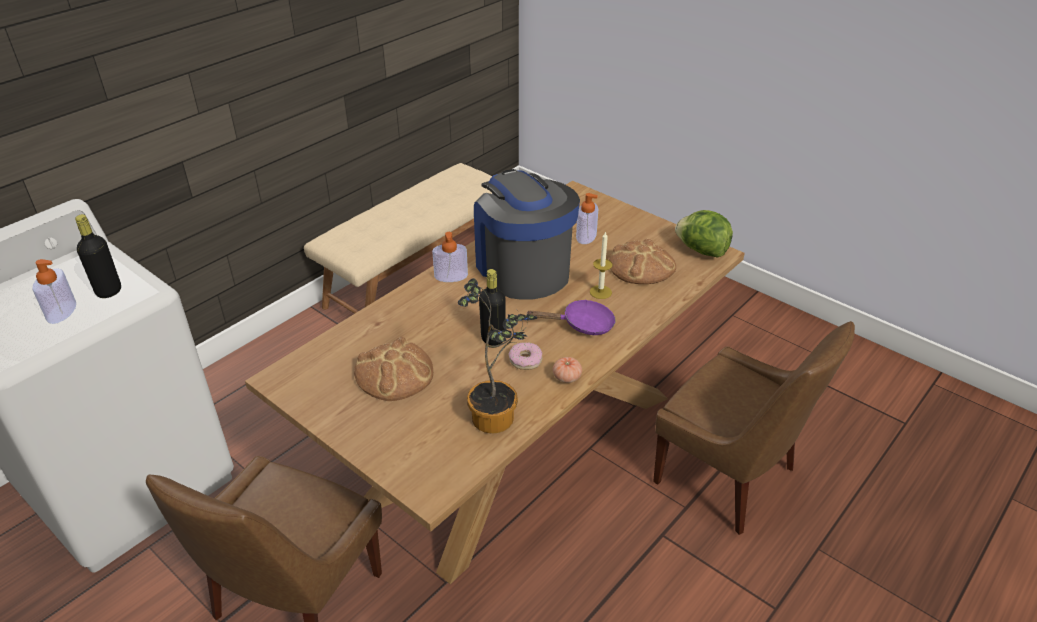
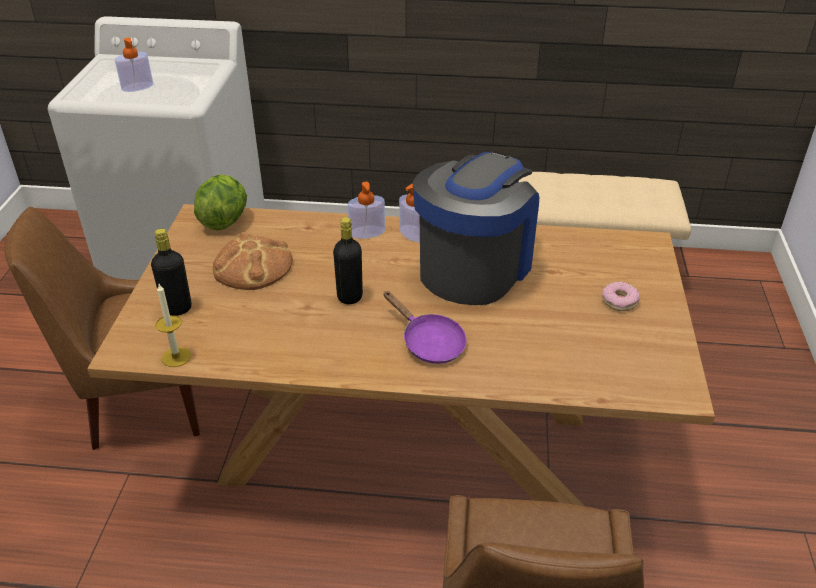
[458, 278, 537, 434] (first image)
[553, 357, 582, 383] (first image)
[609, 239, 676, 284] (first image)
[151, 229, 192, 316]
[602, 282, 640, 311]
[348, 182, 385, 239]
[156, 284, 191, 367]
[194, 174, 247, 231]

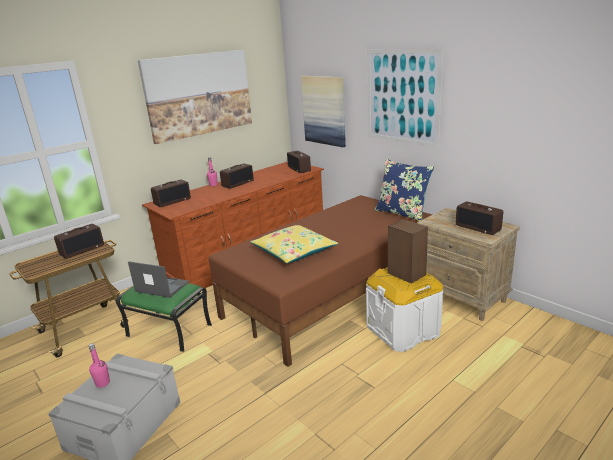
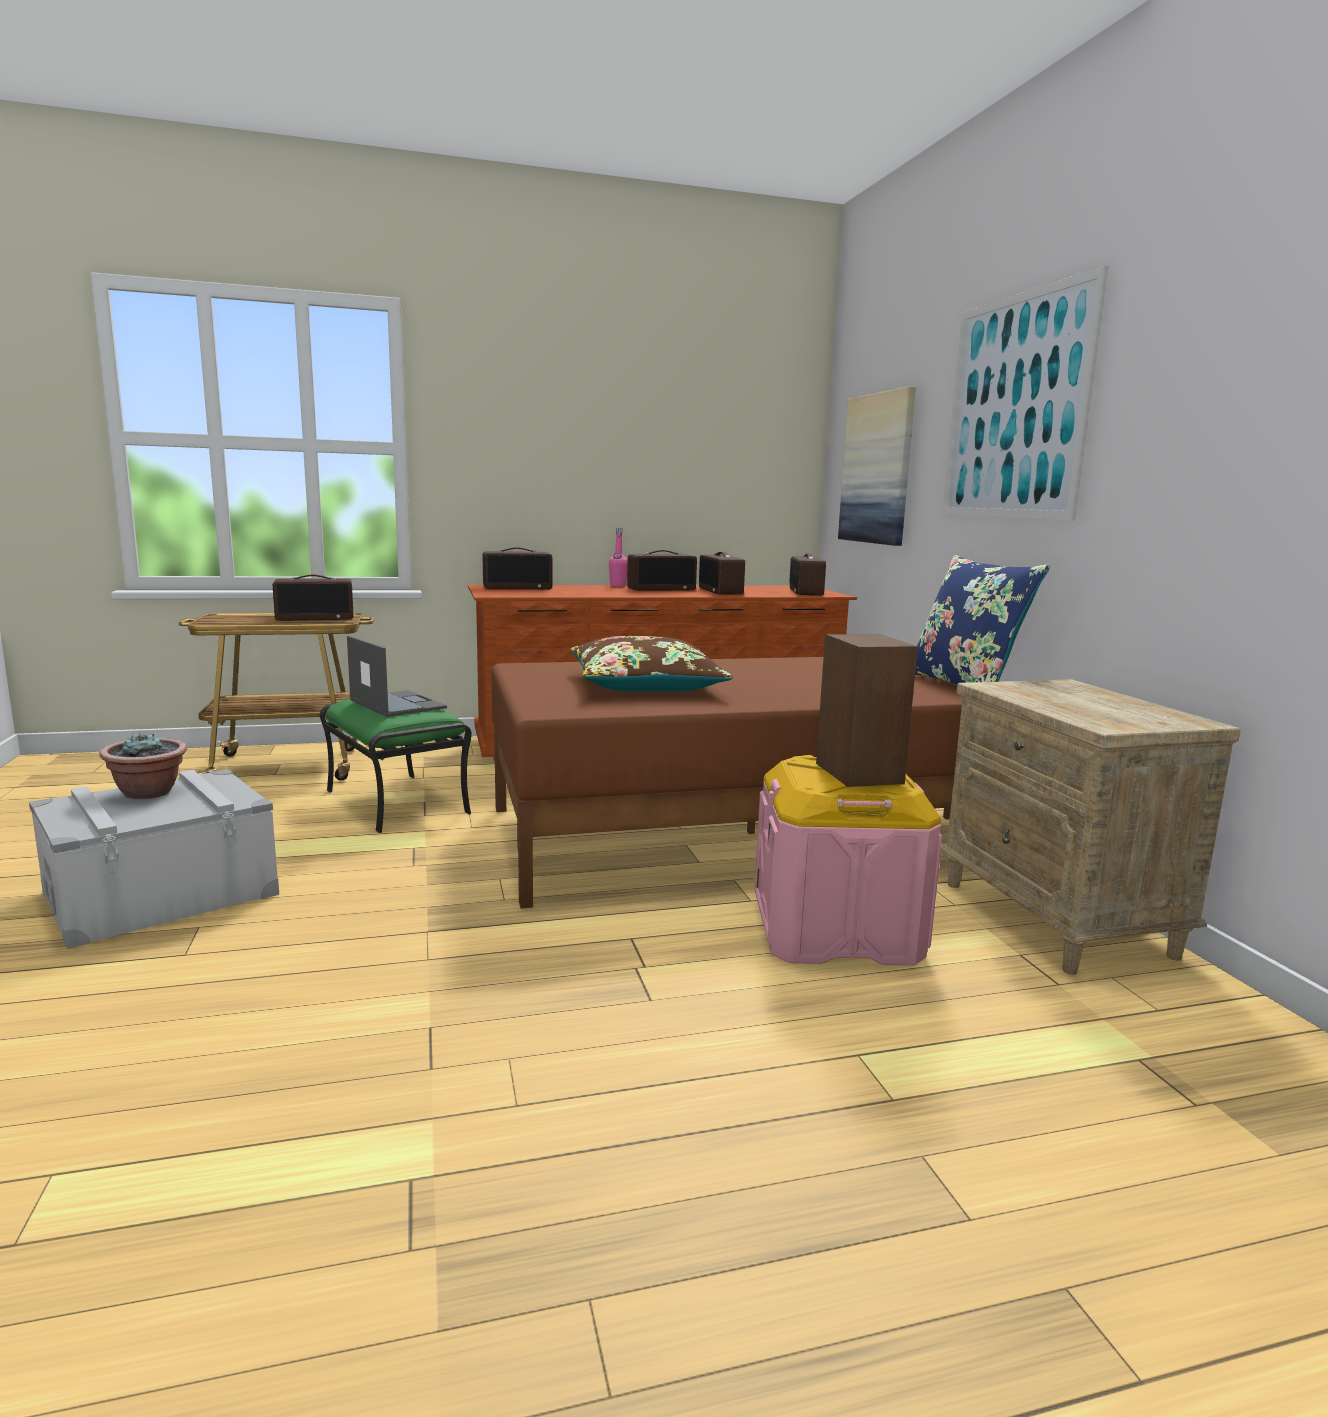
[138, 50, 252, 144] (first image)
[699, 552, 745, 594]
[99, 733, 187, 799]
[571, 636, 733, 692]
[754, 755, 942, 965]

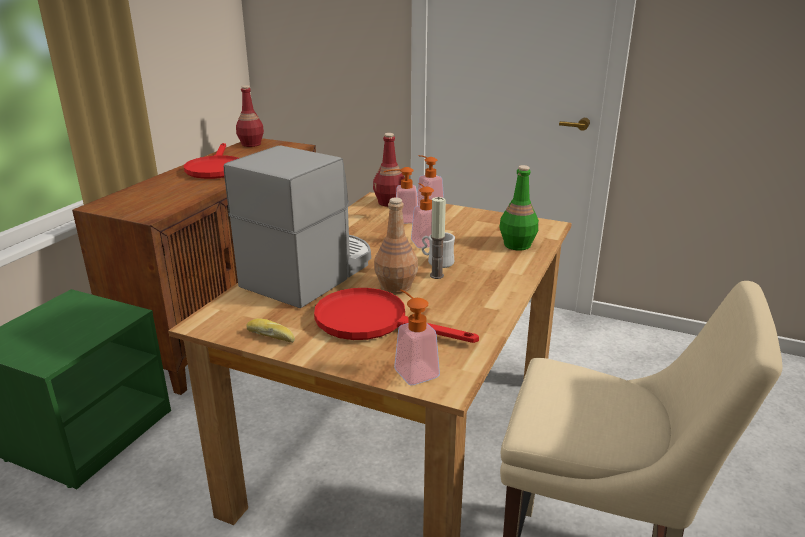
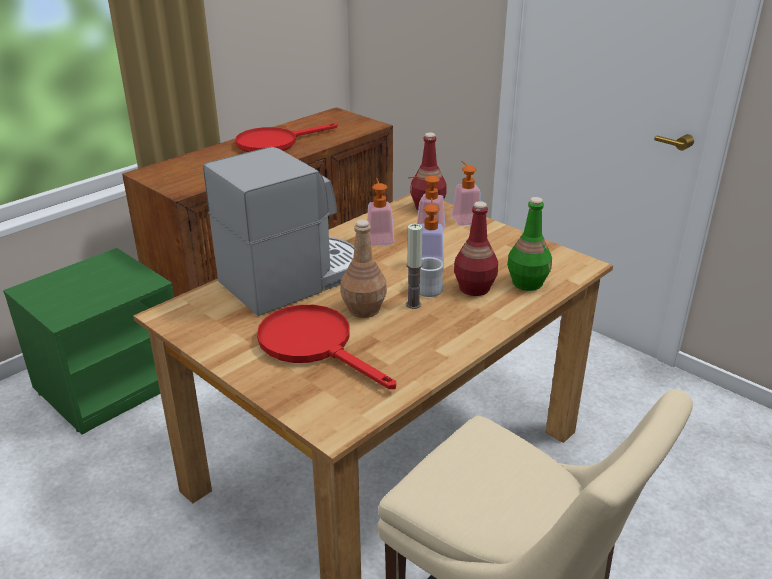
[247, 318, 295, 343] (first image)
[454, 201, 498, 296]
[367, 178, 394, 246]
[235, 123, 338, 152]

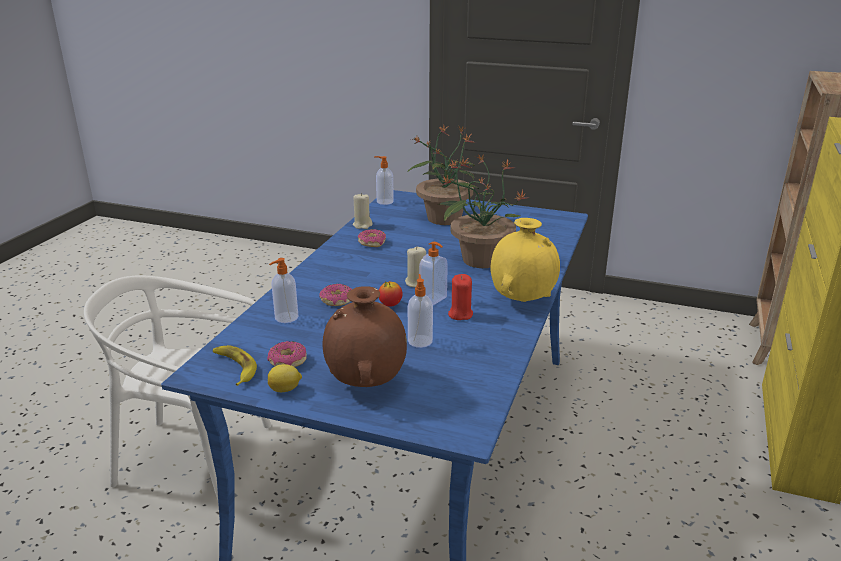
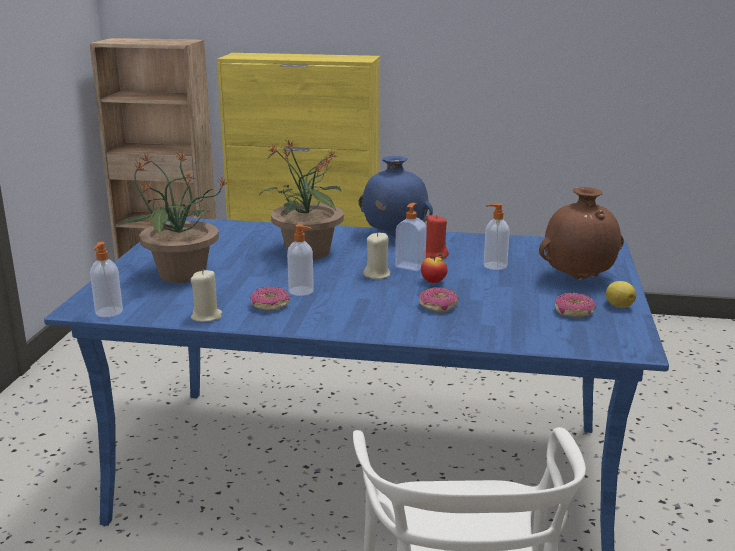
[213, 345, 257, 386] (first image)
[287, 224, 314, 296]
[358, 156, 433, 236]

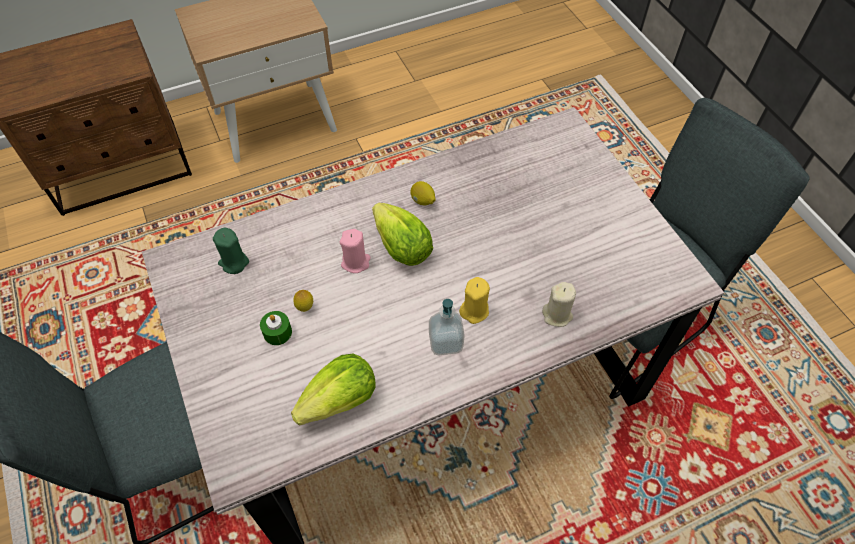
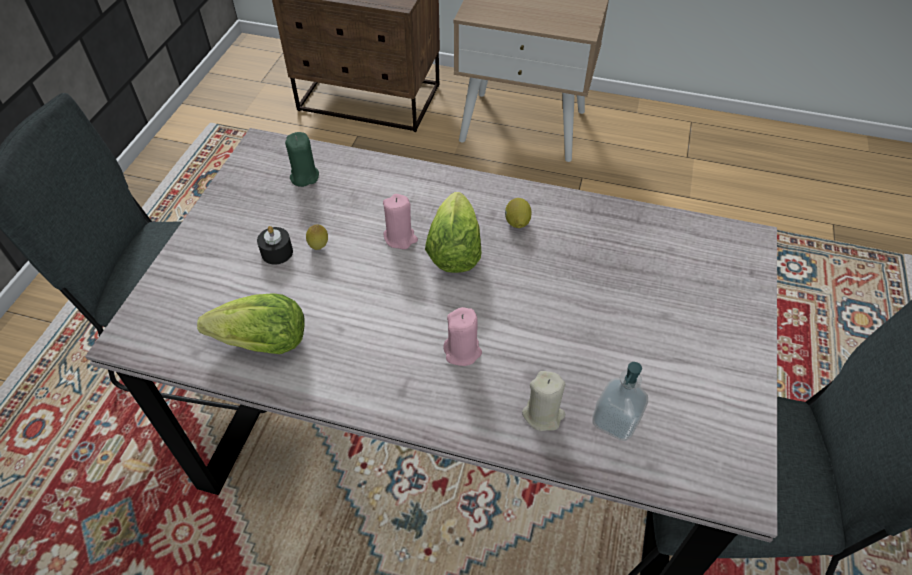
[592, 362, 648, 441]
[257, 226, 293, 265]
[444, 307, 482, 366]

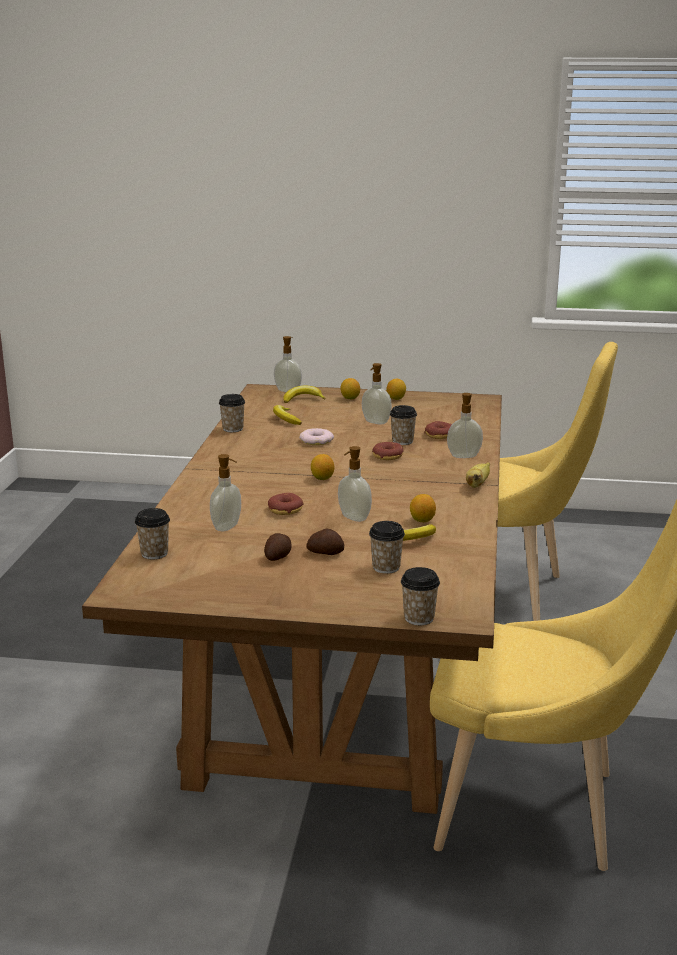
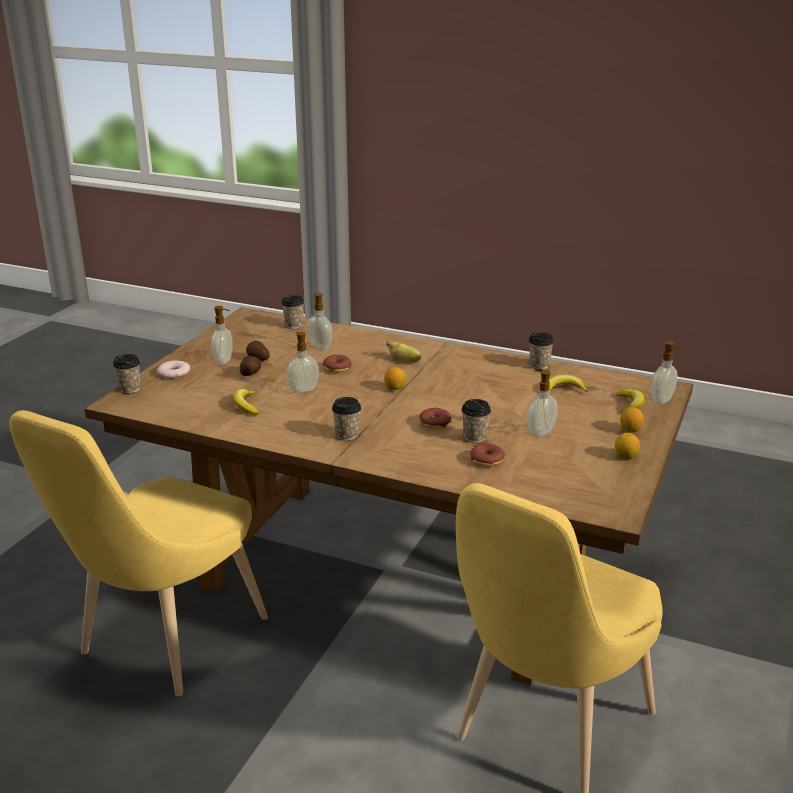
[410, 494, 436, 522] (first image)
[157, 361, 190, 379]
[332, 397, 361, 441]
[211, 306, 232, 365]
[386, 341, 422, 363]

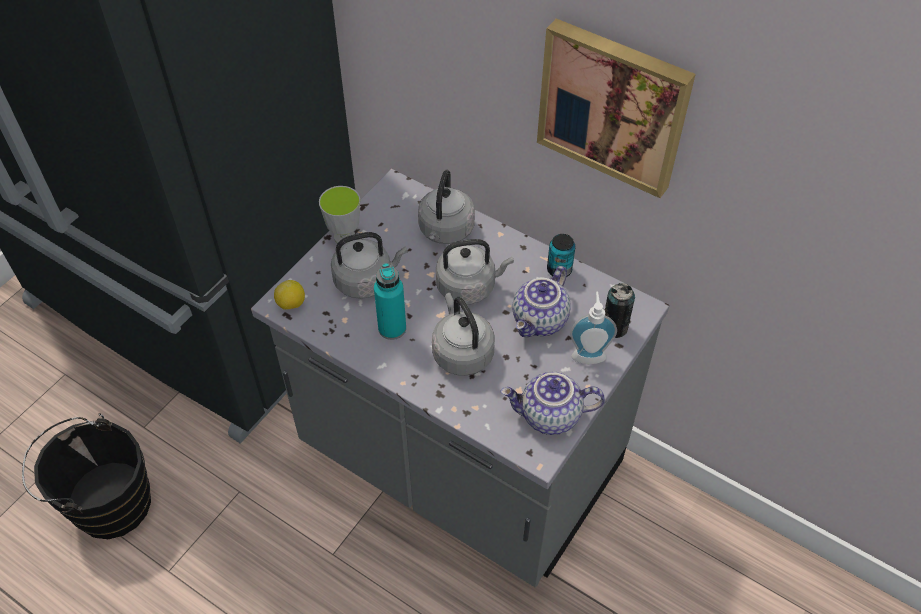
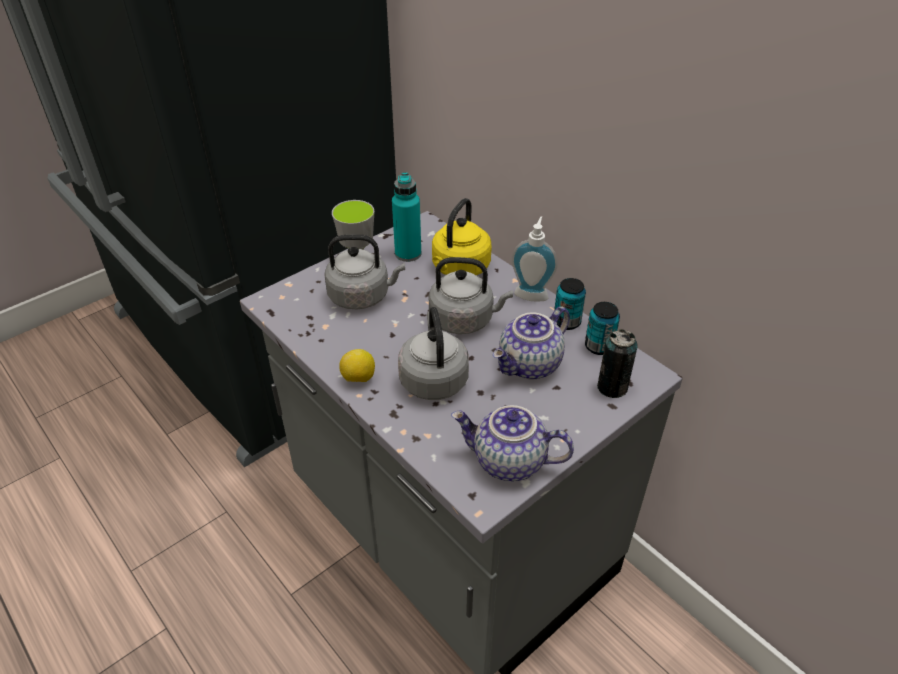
[22, 413, 151, 539] (first image)
[537, 19, 696, 198] (first image)
[585, 302, 620, 355]
[339, 349, 375, 382]
[392, 172, 421, 262]
[512, 216, 558, 302]
[432, 198, 492, 275]

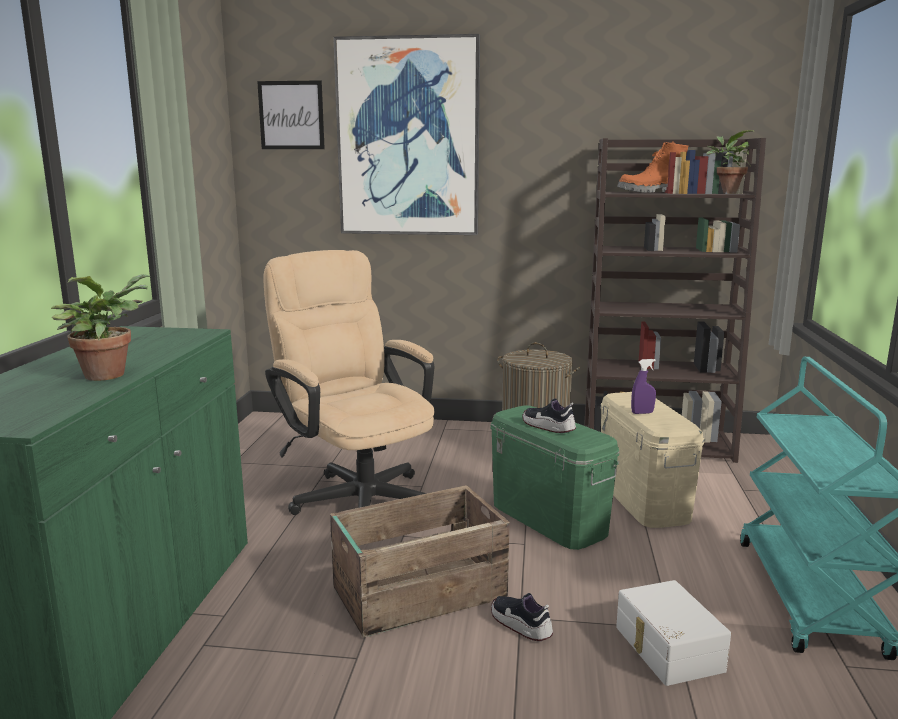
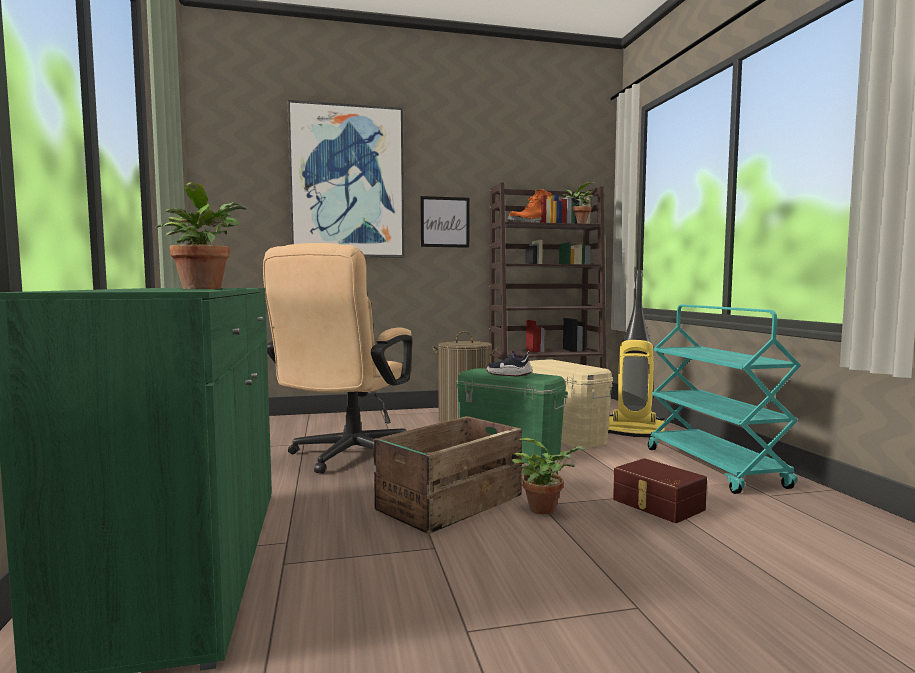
[631, 359, 656, 414] (first image)
[608, 270, 665, 437]
[421, 196, 470, 248]
[512, 438, 586, 514]
[613, 458, 707, 523]
[263, 243, 413, 474]

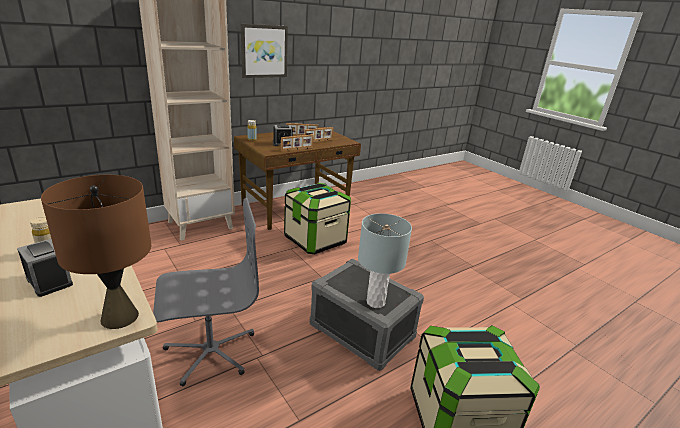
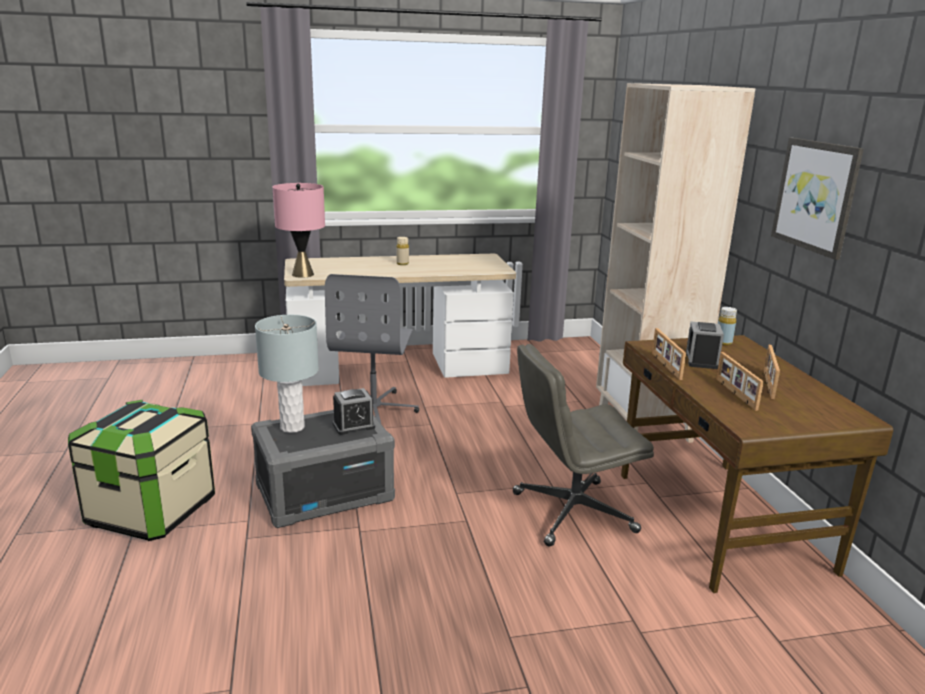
[333, 388, 375, 435]
[513, 344, 654, 547]
[273, 183, 325, 278]

